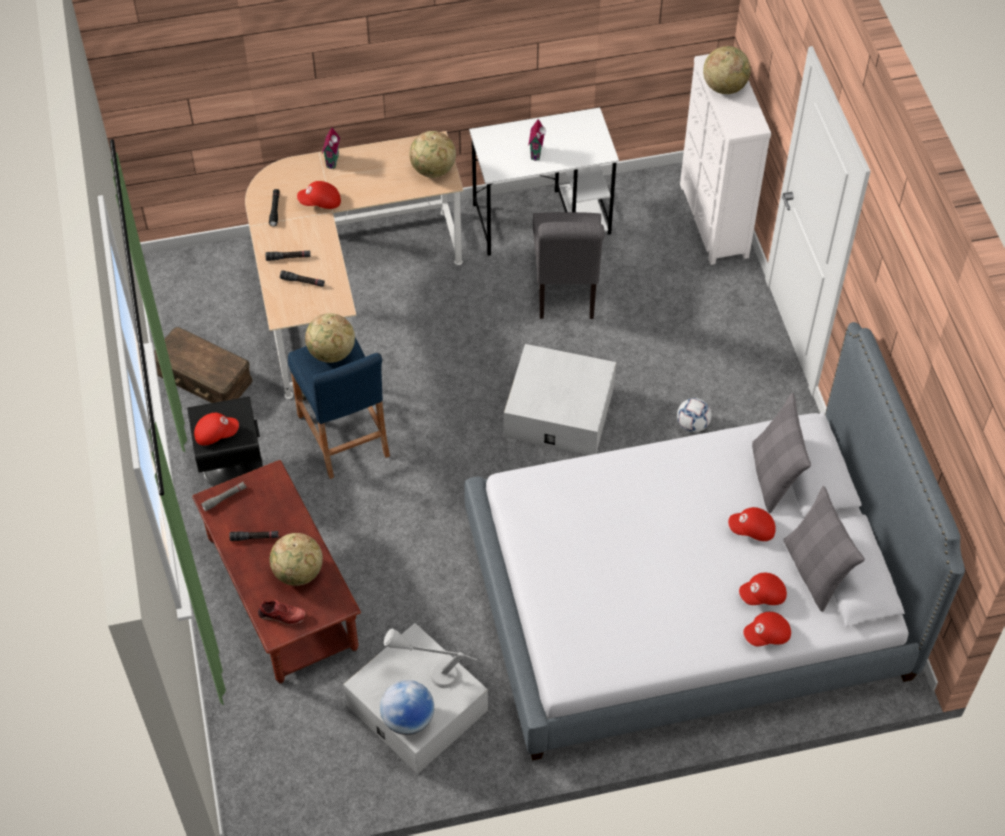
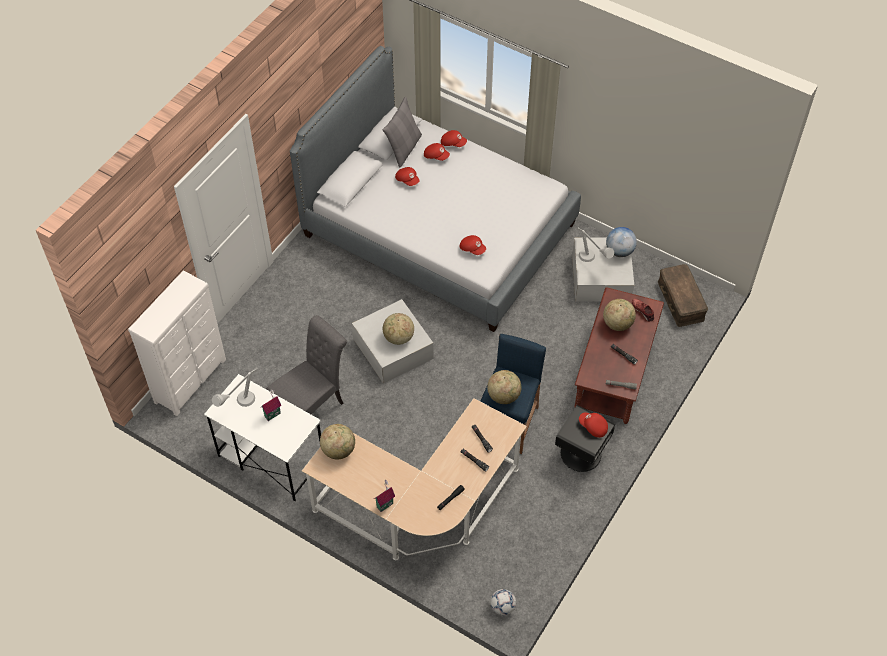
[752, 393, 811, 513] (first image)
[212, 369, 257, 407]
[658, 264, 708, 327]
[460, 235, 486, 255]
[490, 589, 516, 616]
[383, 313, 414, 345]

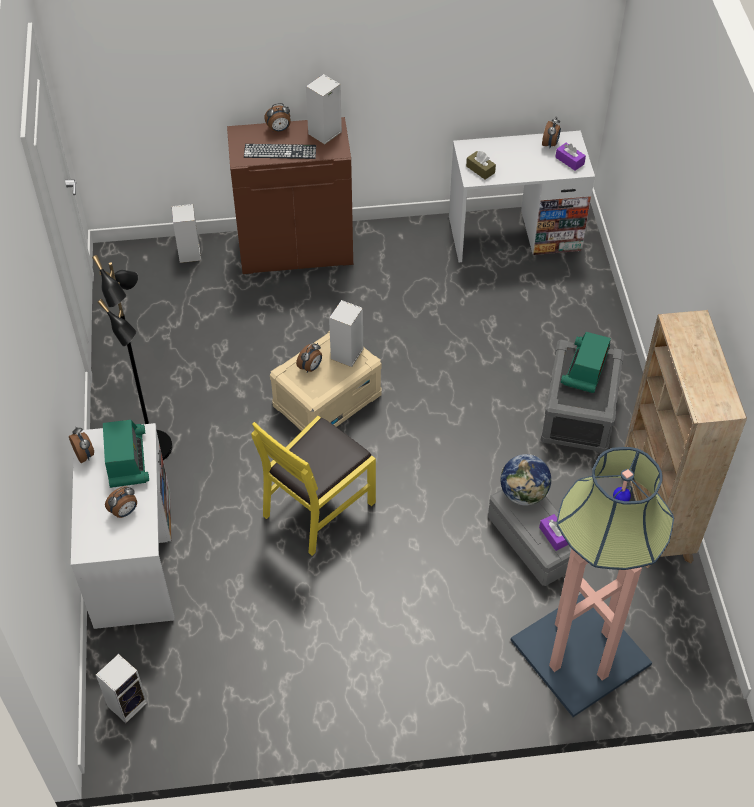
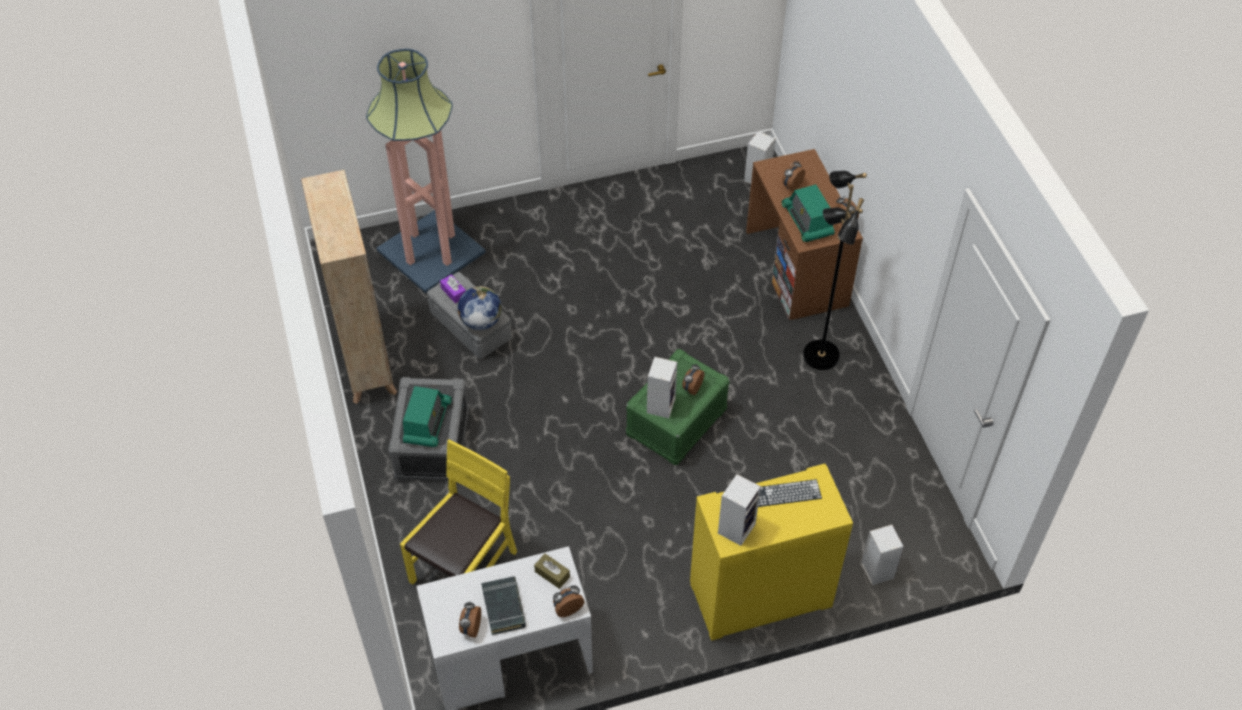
[555, 143, 586, 171] (first image)
[481, 576, 526, 635]
[400, 440, 517, 584]
[553, 585, 585, 617]
[746, 149, 863, 320]
[690, 464, 853, 641]
[626, 349, 730, 465]

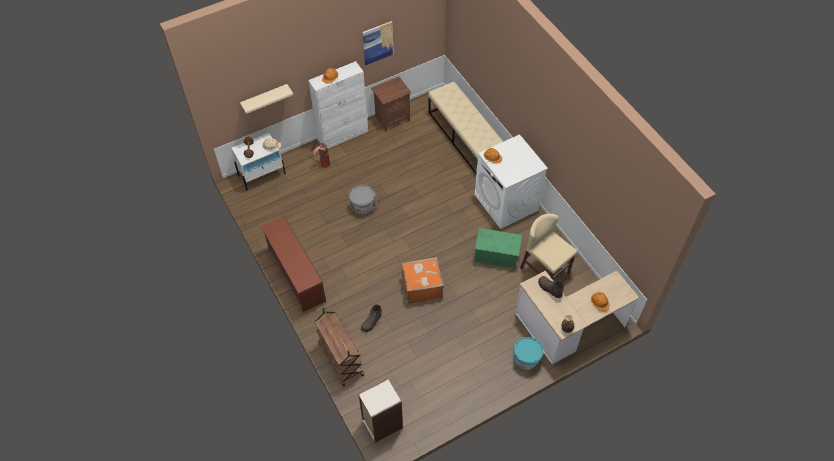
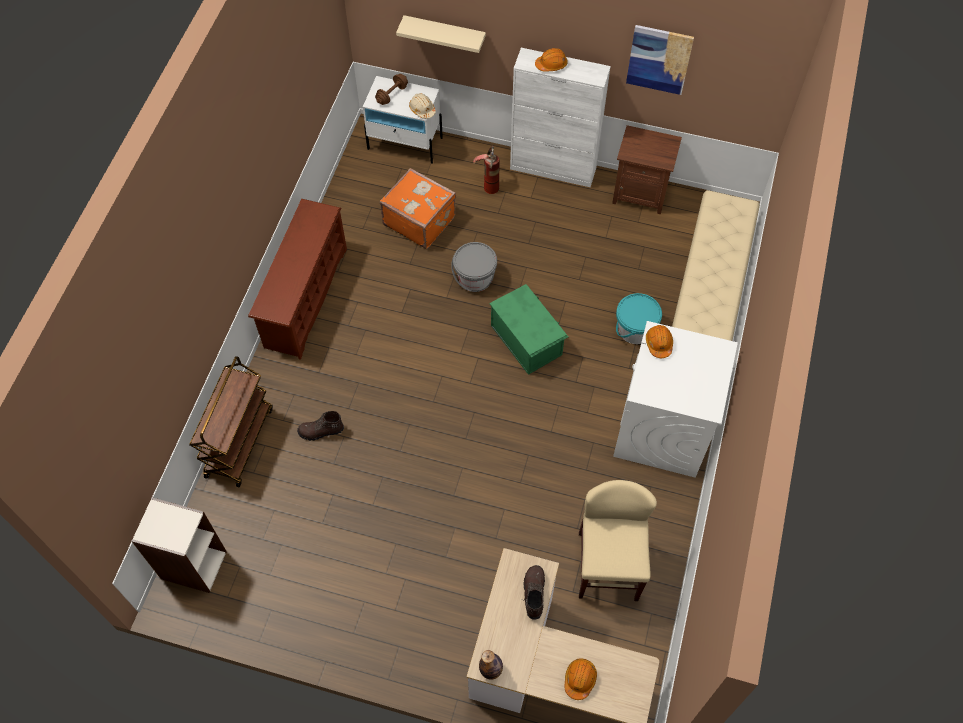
[380, 168, 456, 249]
[489, 284, 568, 375]
[616, 293, 662, 344]

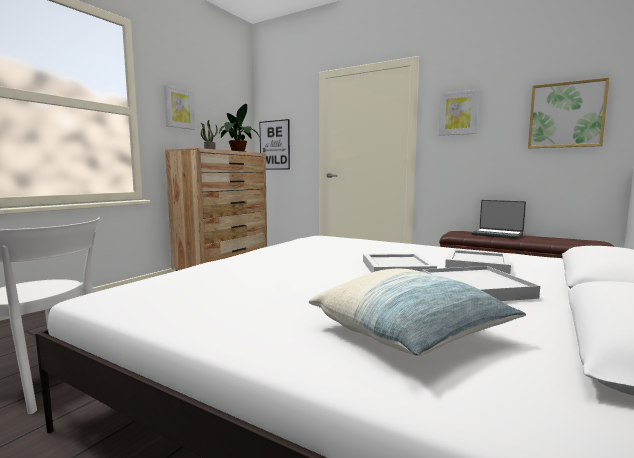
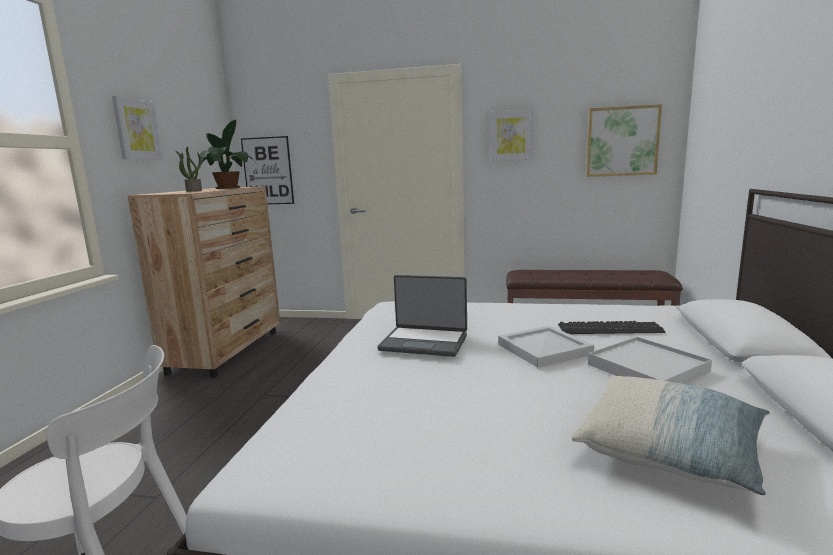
[377, 275, 467, 357]
[558, 321, 665, 334]

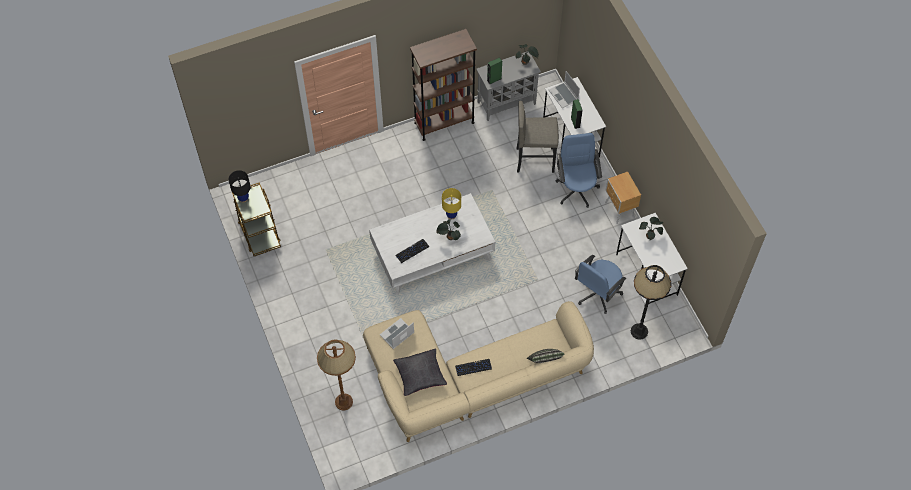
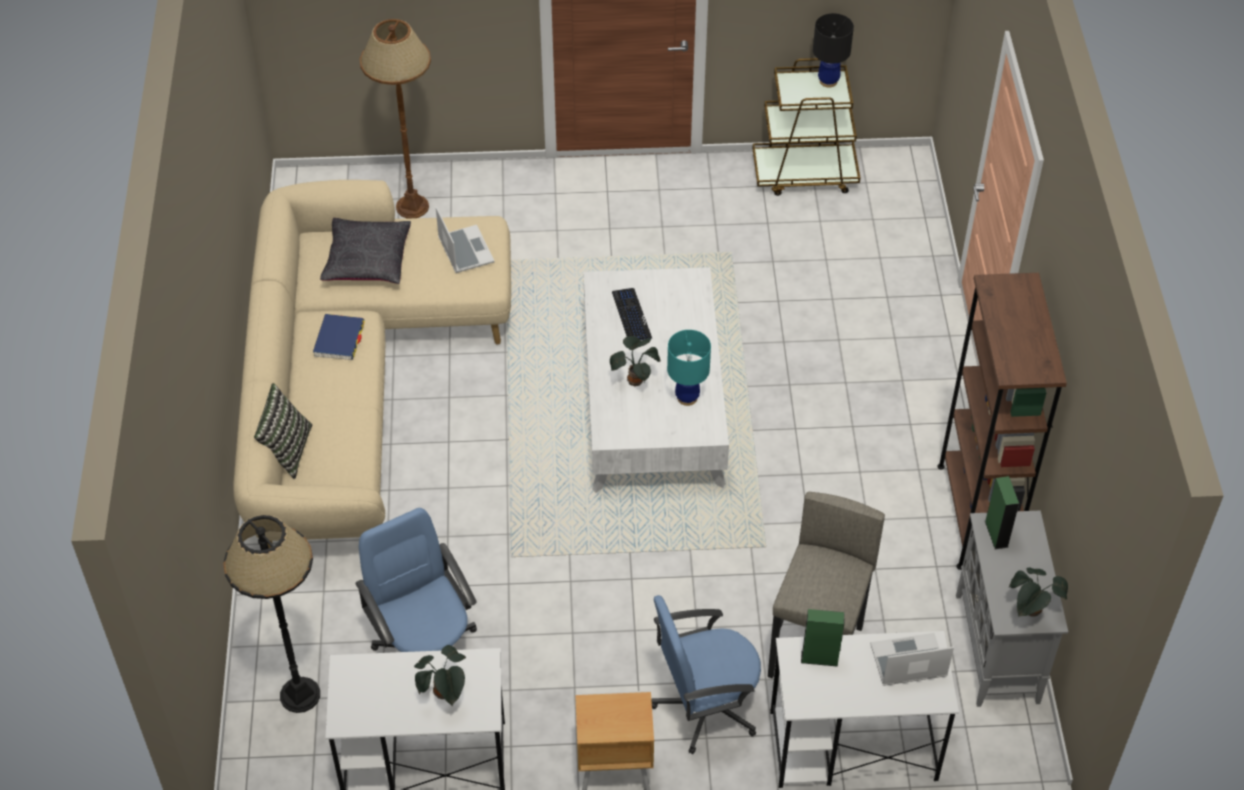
[313, 314, 365, 360]
[667, 330, 711, 406]
[652, 595, 761, 754]

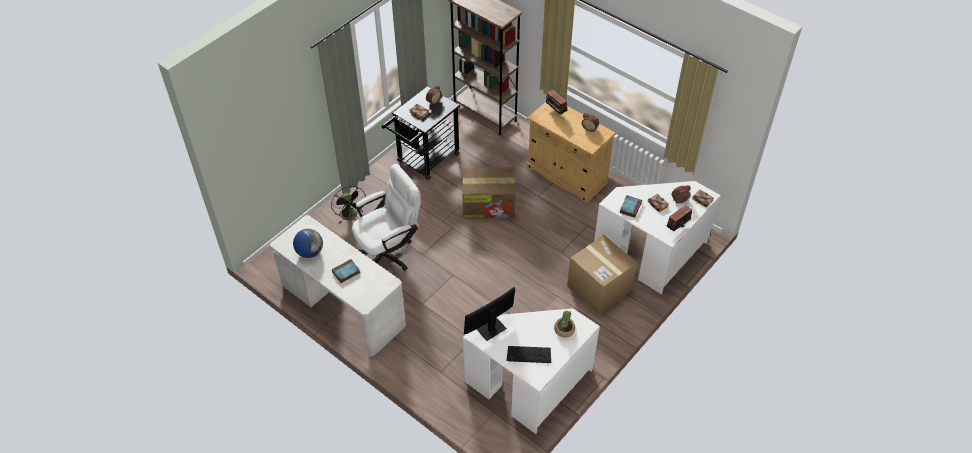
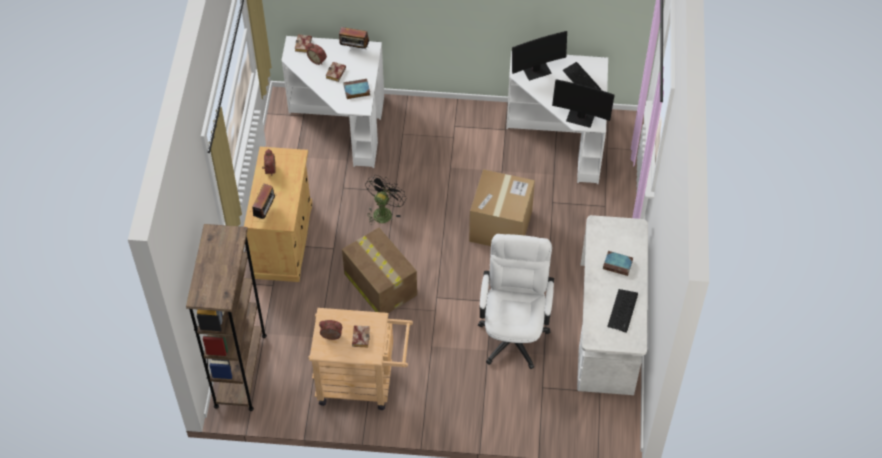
[365, 175, 406, 225]
[469, 169, 535, 246]
[607, 289, 638, 333]
[512, 31, 567, 81]
[308, 308, 413, 410]
[478, 234, 554, 369]

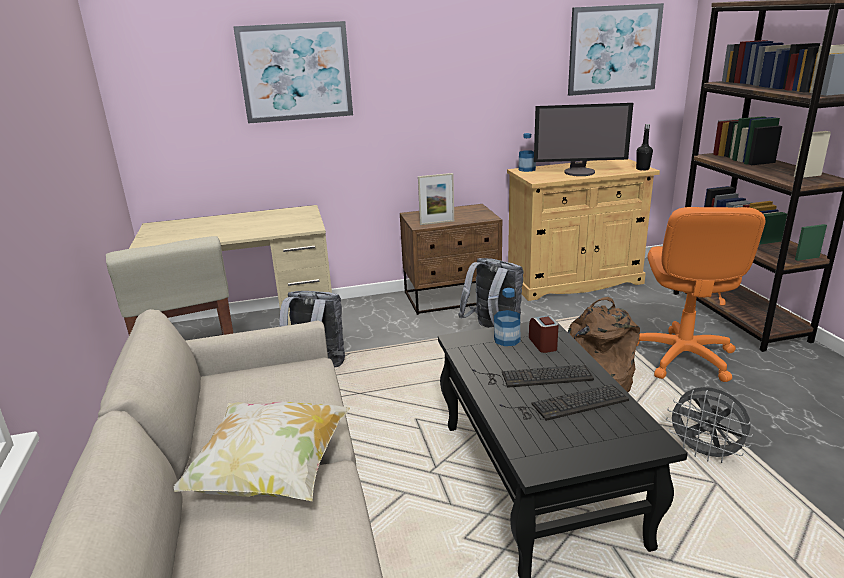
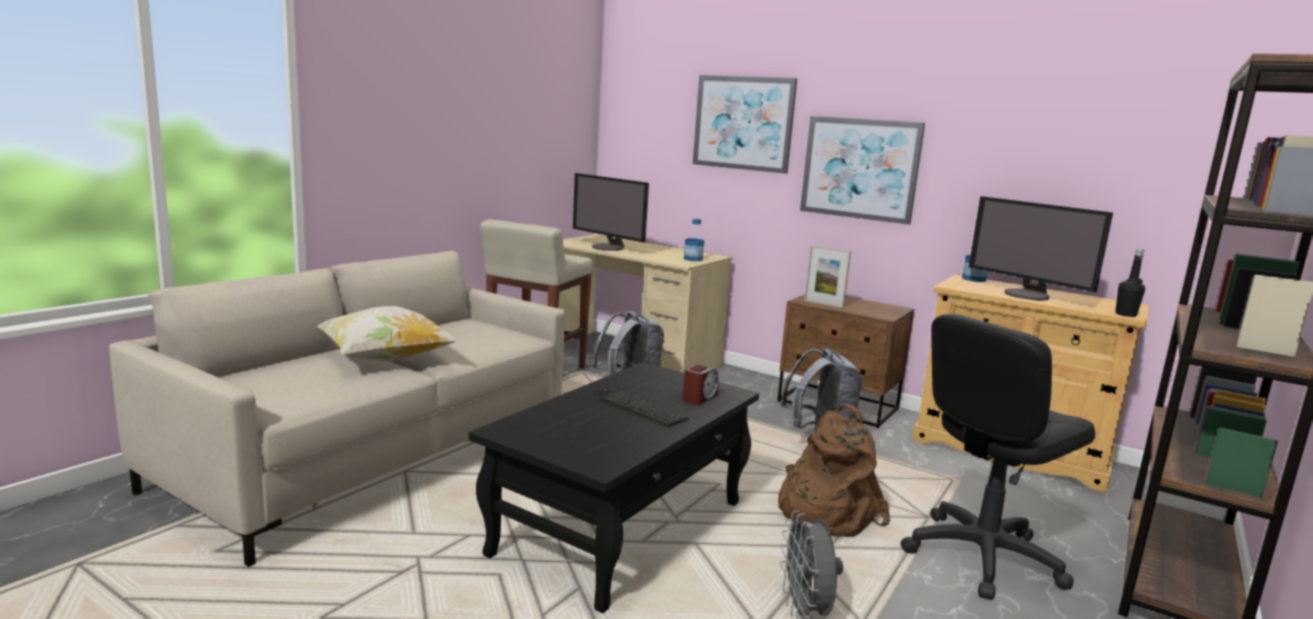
[500, 384, 629, 421] (first image)
[573, 173, 649, 251]
[684, 219, 704, 261]
[800, 116, 925, 225]
[901, 314, 1095, 600]

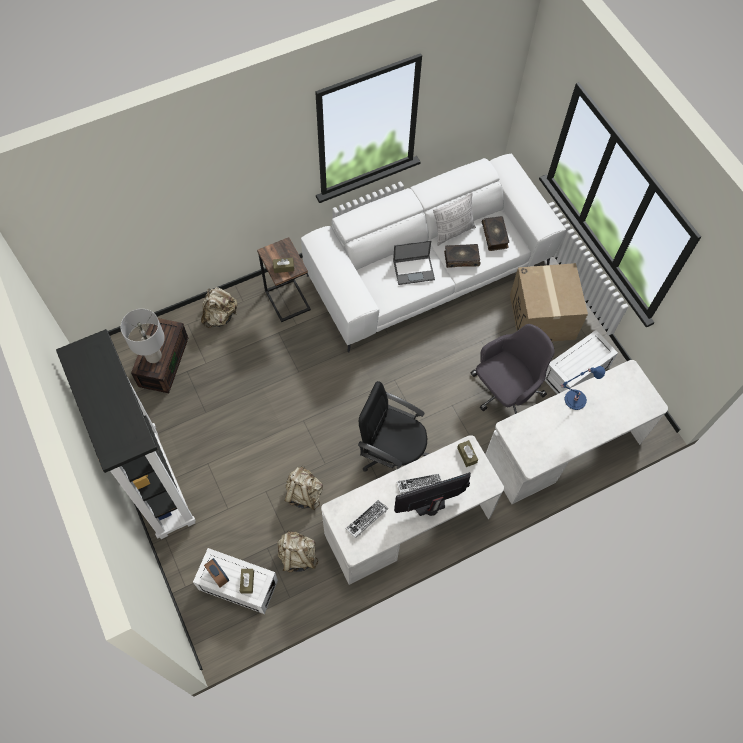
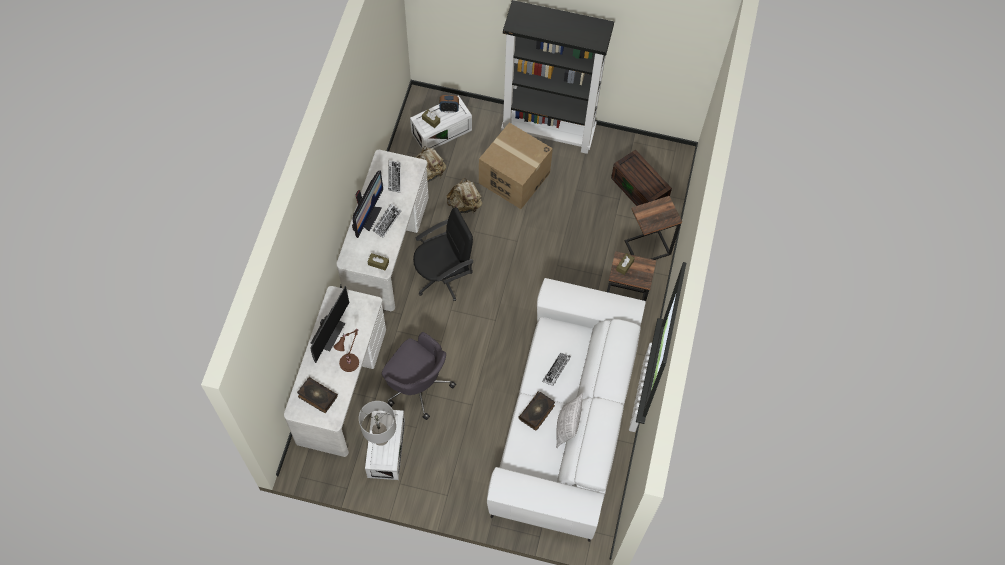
[310, 286, 349, 363]
[359, 401, 396, 446]
[297, 377, 338, 413]
[479, 123, 553, 209]
[625, 196, 682, 260]
[542, 352, 571, 386]
[333, 328, 359, 372]
[382, 332, 456, 420]

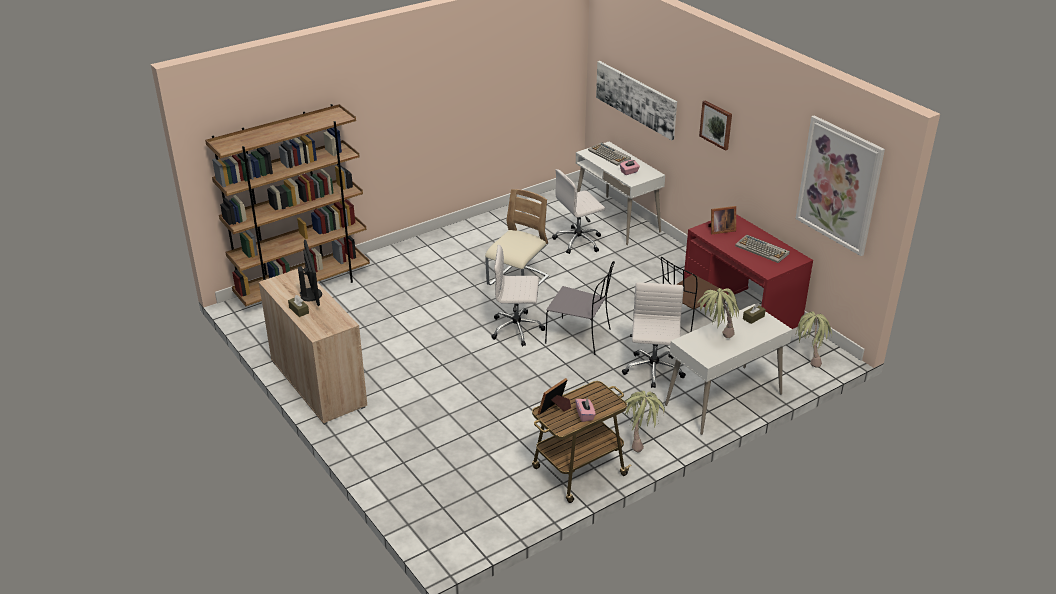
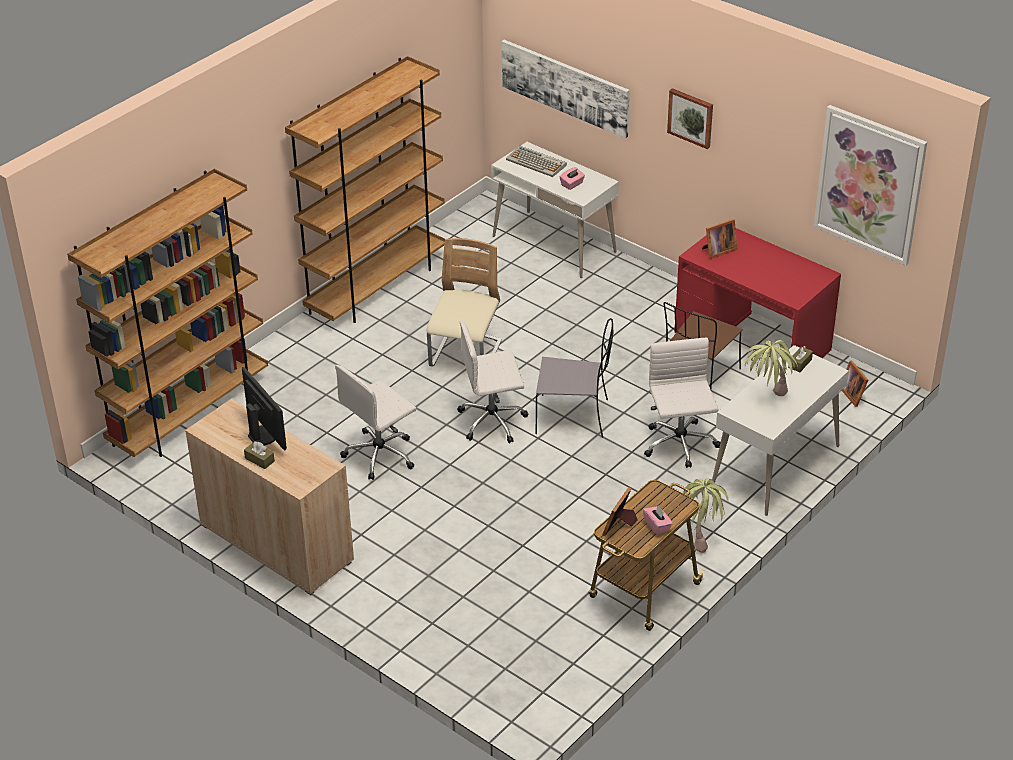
[735, 235, 790, 263] (first image)
[285, 56, 445, 323]
[335, 365, 416, 480]
[842, 361, 868, 407]

